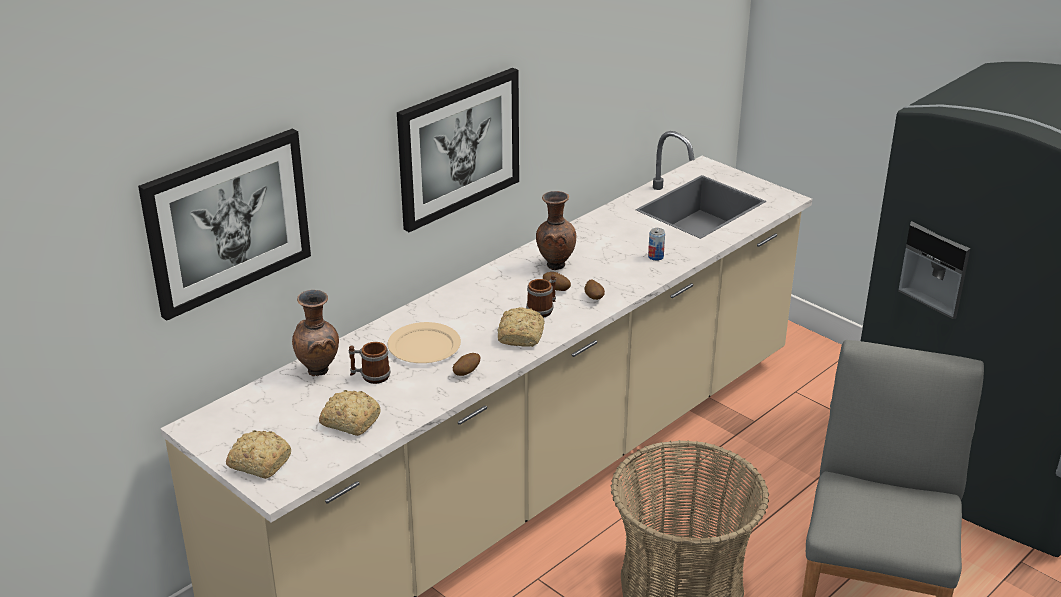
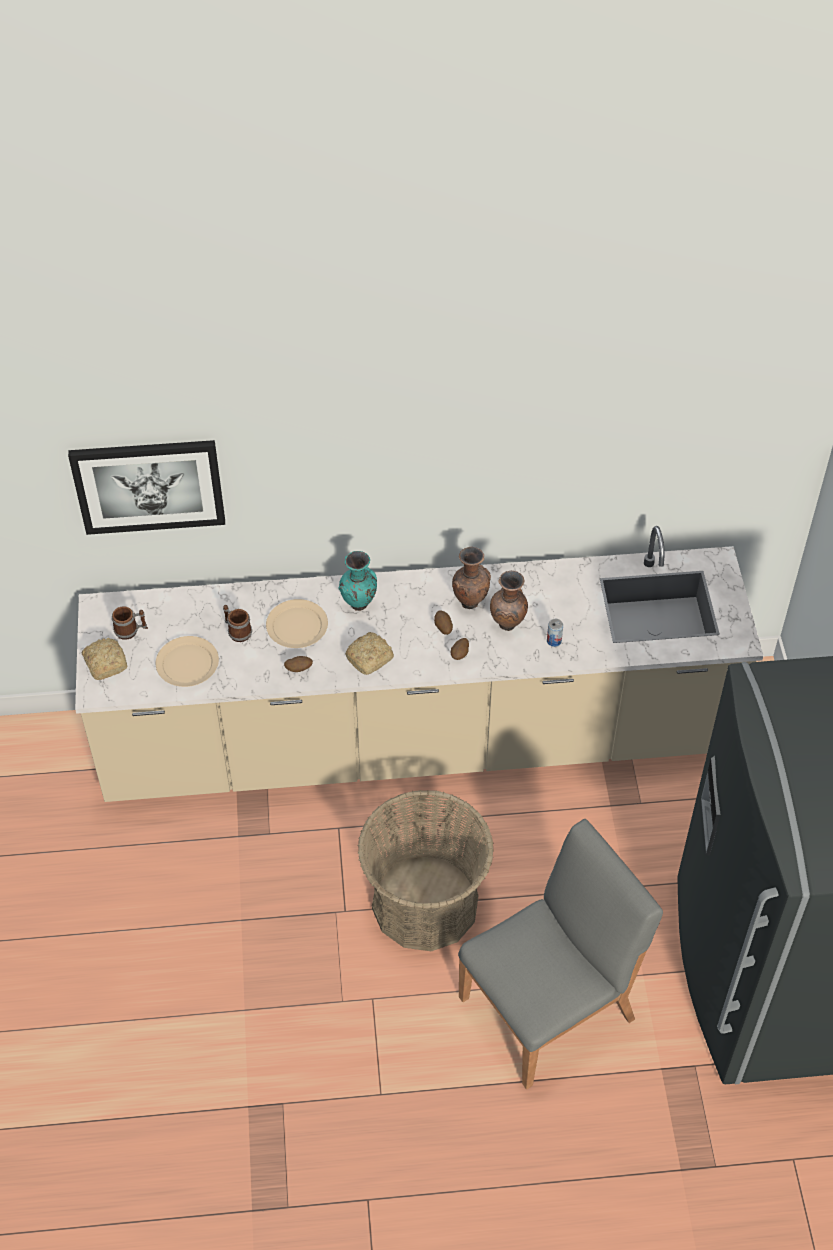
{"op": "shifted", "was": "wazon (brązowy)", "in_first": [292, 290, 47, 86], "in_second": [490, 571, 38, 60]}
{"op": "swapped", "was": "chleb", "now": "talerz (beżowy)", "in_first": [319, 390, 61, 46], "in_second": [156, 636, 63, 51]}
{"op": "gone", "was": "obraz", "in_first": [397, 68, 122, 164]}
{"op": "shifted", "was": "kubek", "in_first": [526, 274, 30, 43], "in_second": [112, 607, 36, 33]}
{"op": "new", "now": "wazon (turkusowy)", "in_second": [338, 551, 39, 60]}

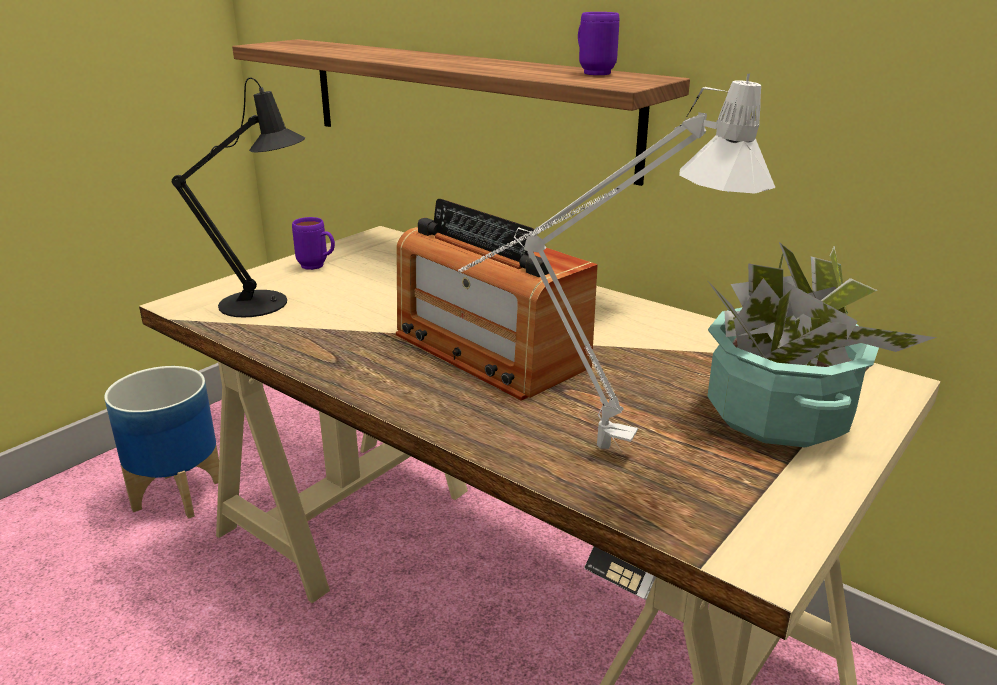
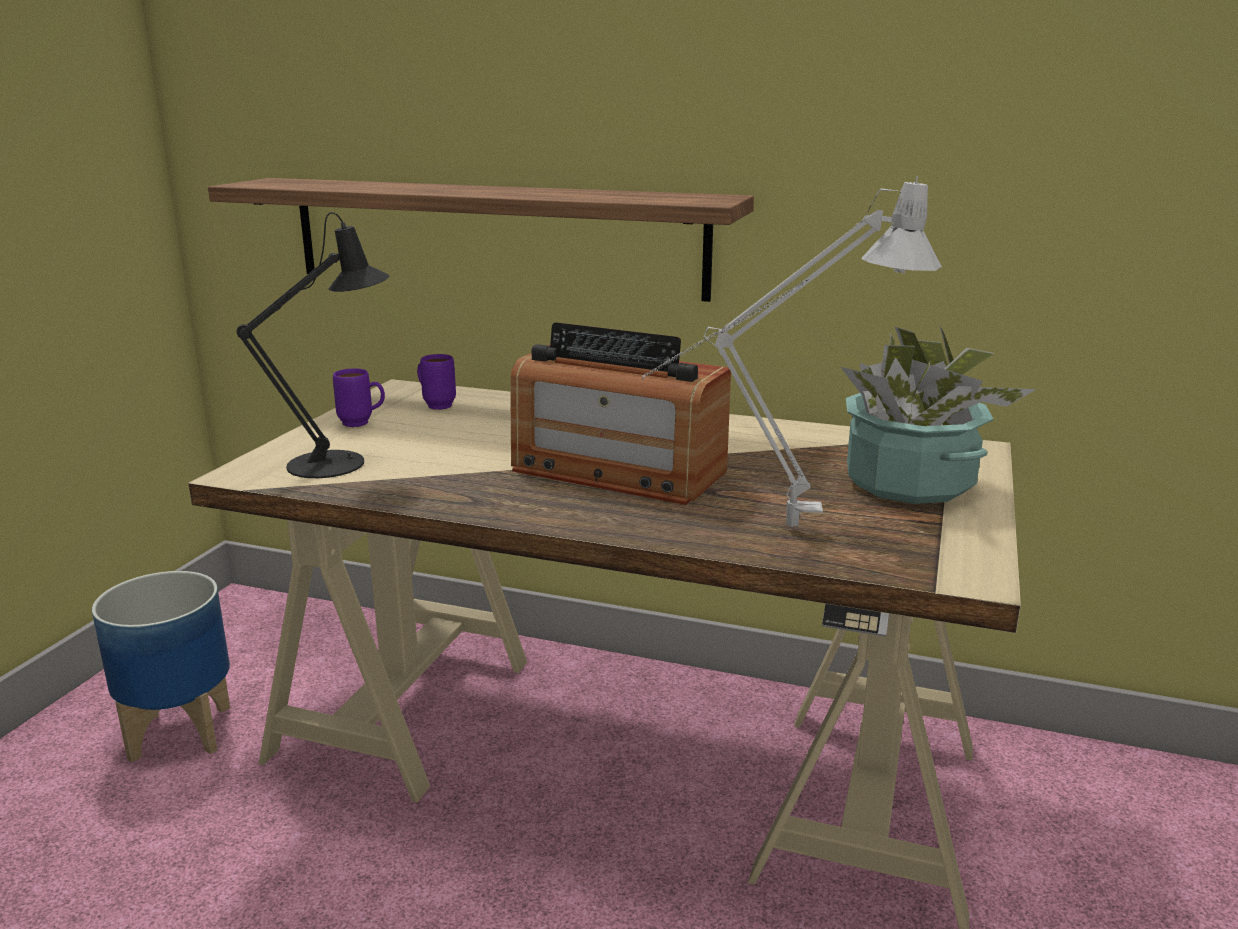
{"op": "shifted", "was": "kubek (fioletowy)", "in_first": [578, 12, 41, 63], "in_second": [417, 354, 39, 56]}

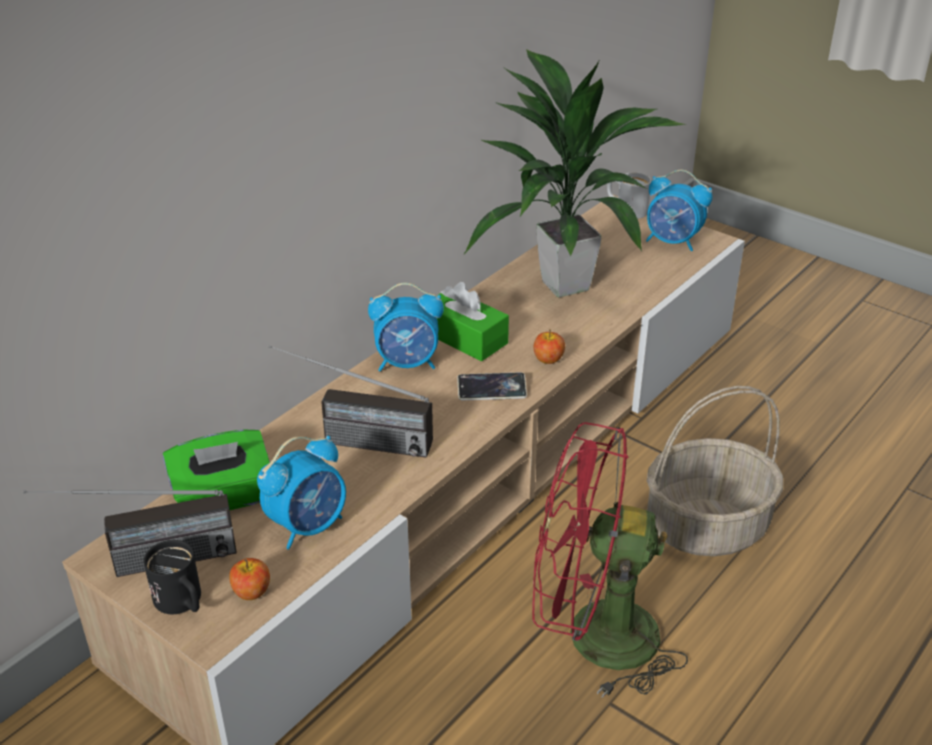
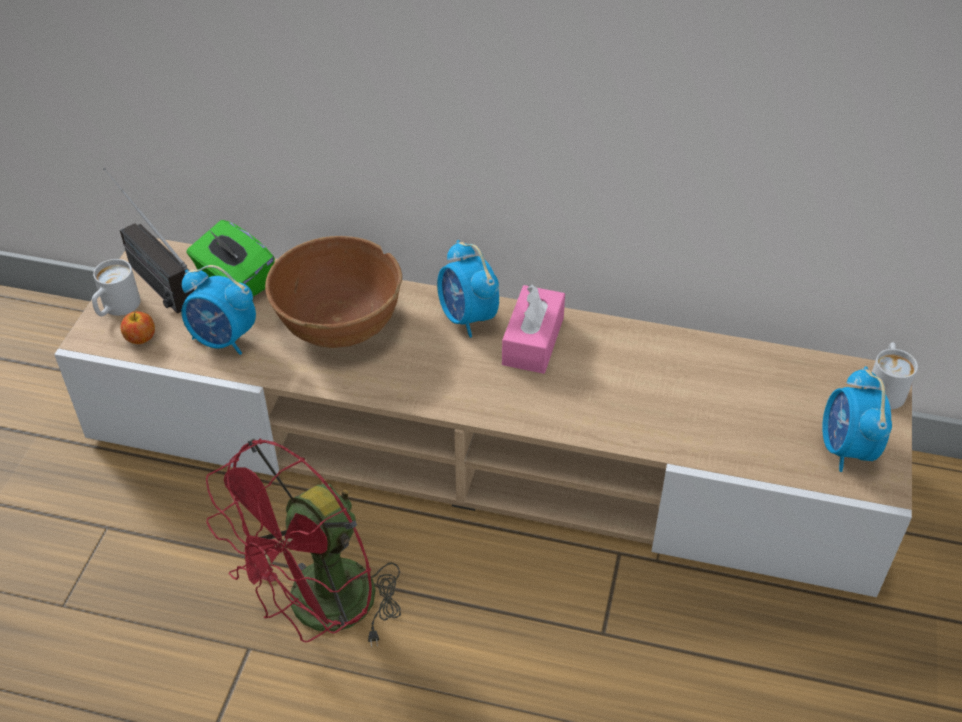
{"op": "repainted", "was": "kubek (czarny)", "now": "kubek (biały)", "in_first": [144, 540, 57, 74], "in_second": [92, 259, 48, 57]}
{"op": "swapped", "was": "radio", "now": "miska (brązowy)", "in_first": [269, 345, 164, 113], "in_second": [265, 236, 137, 112]}
{"op": "repainted", "was": "pudełko chusteczek (zielony)", "now": "pudełko chusteczek (różowy)", "in_first": [437, 282, 72, 80], "in_second": [502, 284, 63, 90]}
{"op": "gone", "was": "telefon", "in_first": [457, 372, 70, 28]}
{"op": "gone", "was": "roślina doniczkowa", "in_first": [464, 49, 223, 248]}
{"op": "rotated", "was": "wentylator (czerwony)", "in_first": [532, 422, 156, 276], "in_second": [206, 438, 195, 209], "clockwise": -120}
{"op": "gone", "was": "jabłko", "in_first": [534, 329, 31, 35]}
{"op": "gone", "was": "koszyk", "in_first": [647, 386, 136, 170]}

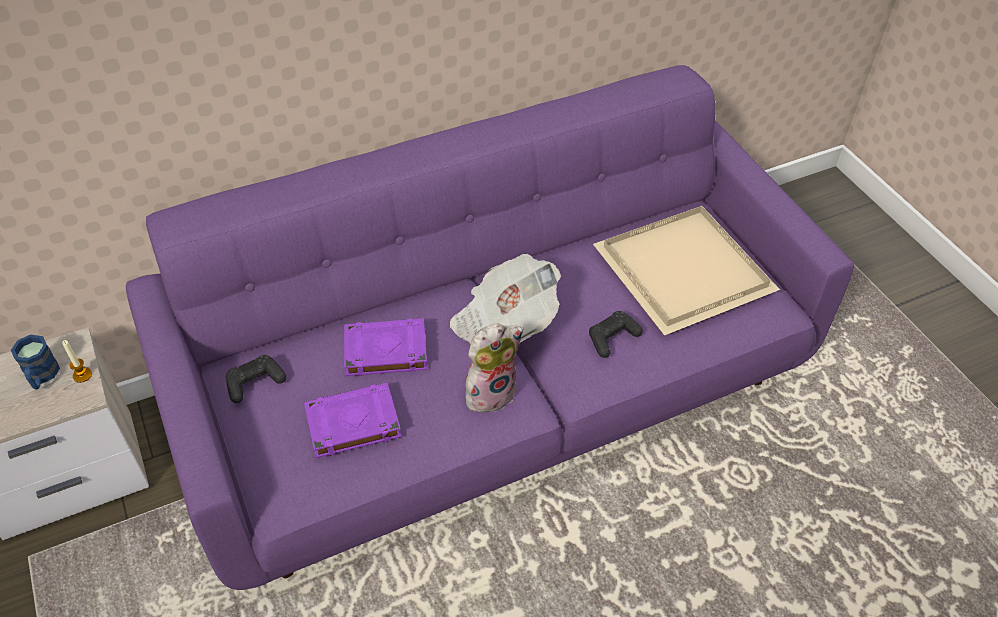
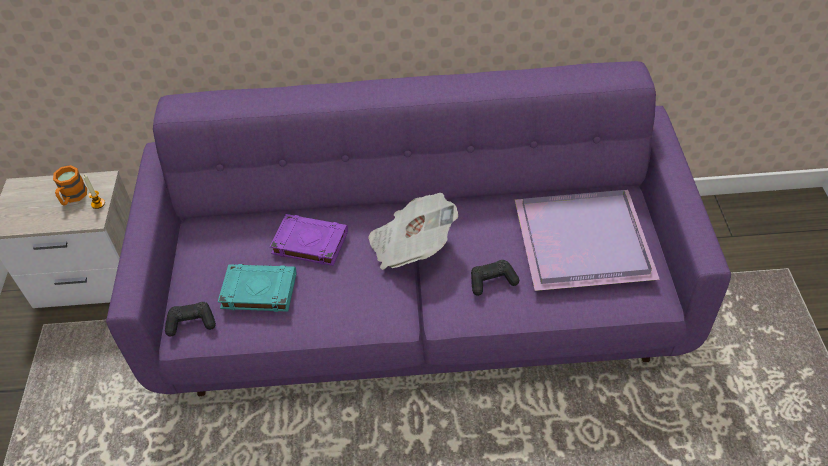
{"op": "repainted", "was": "kubek (niebieski)", "now": "kubek (pomarańczowy)", "in_first": [11, 335, 49, 54], "in_second": [53, 165, 34, 41]}
{"op": "shifted", "was": "pad do gier (czarny)", "in_first": [226, 355, 60, 48], "in_second": [165, 302, 51, 35]}
{"op": "repainted", "was": "książka (fioletowy)", "now": "książka (turkusowy)", "in_first": [304, 383, 98, 75], "in_second": [218, 264, 78, 48]}
{"op": "gone", "was": "pluszak", "in_first": [465, 323, 59, 90]}
{"op": "repainted", "was": "taca (beżowy)", "now": "taca (fioletowy)", "in_first": [593, 206, 187, 130], "in_second": [515, 190, 145, 101]}

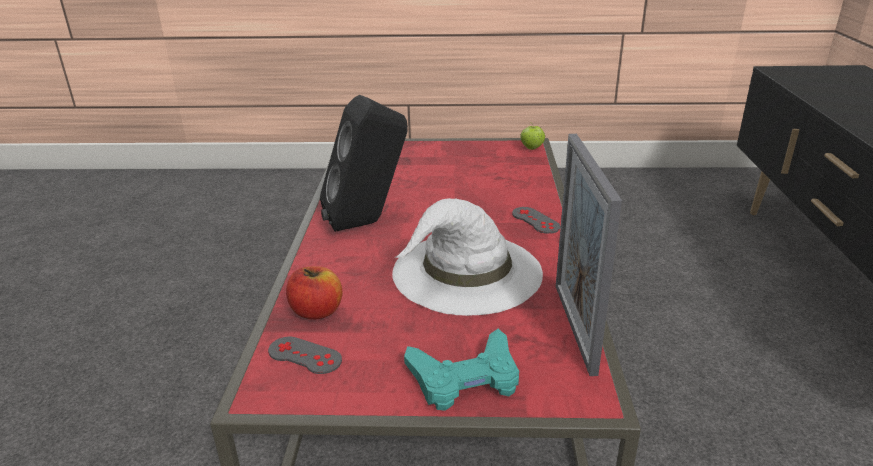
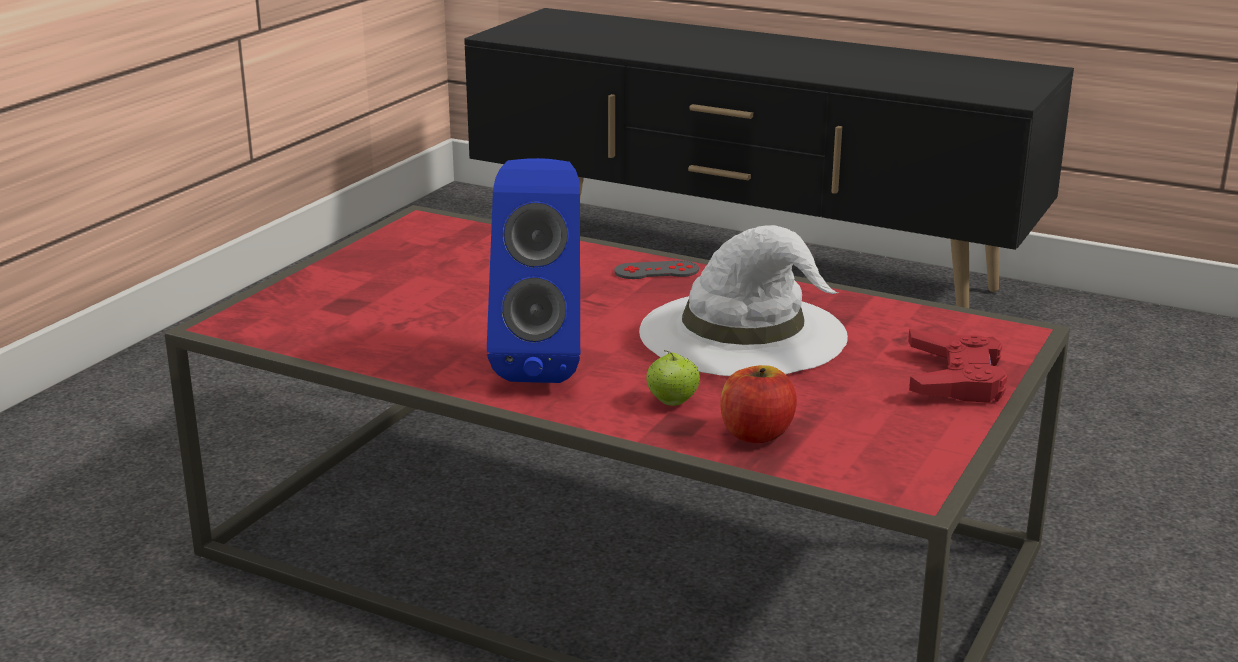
{"op": "gone", "was": "pad do gier (szary)", "in_first": [268, 337, 74, 37]}
{"op": "repainted", "was": "głośnik (czarny)", "now": "głośnik (niebieski)", "in_first": [320, 95, 88, 137], "in_second": [487, 158, 93, 225]}
{"op": "repainted", "was": "pad do gier (turkusowy)", "now": "pad do gier (czerwony)", "in_first": [404, 329, 115, 82], "in_second": [908, 329, 99, 74]}
{"op": "shifted", "was": "jabłko", "in_first": [520, 122, 25, 28], "in_second": [646, 350, 54, 56]}
{"op": "gone", "was": "ramka na zdjęcie", "in_first": [556, 134, 66, 242]}

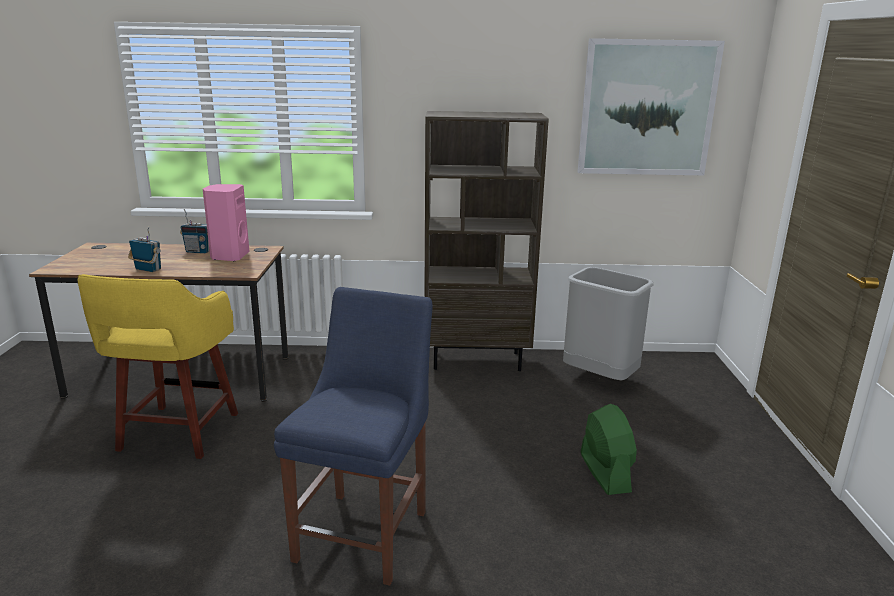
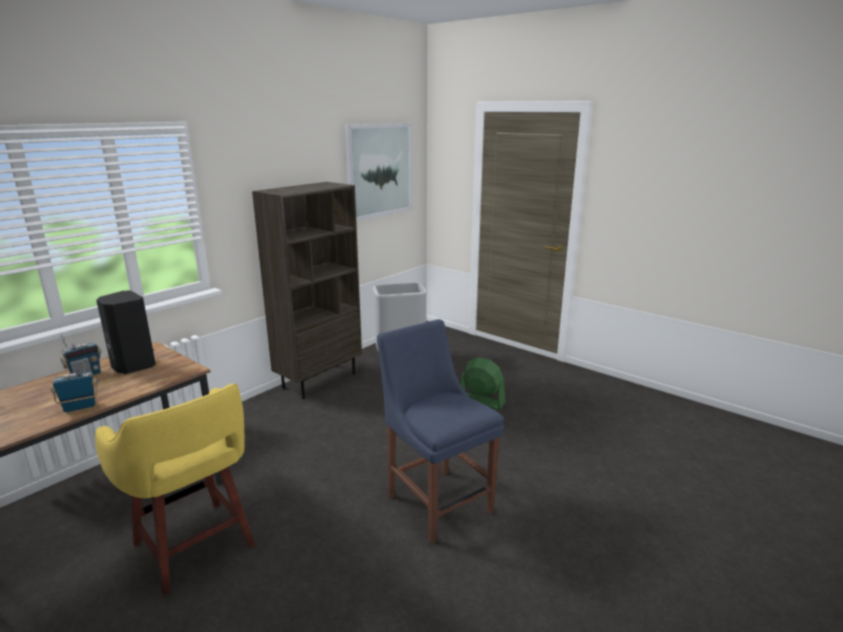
{"op": "repainted", "was": "głośnik (różowy)", "now": "głośnik (czarny)", "in_first": [203, 184, 46, 77], "in_second": [96, 290, 60, 84]}

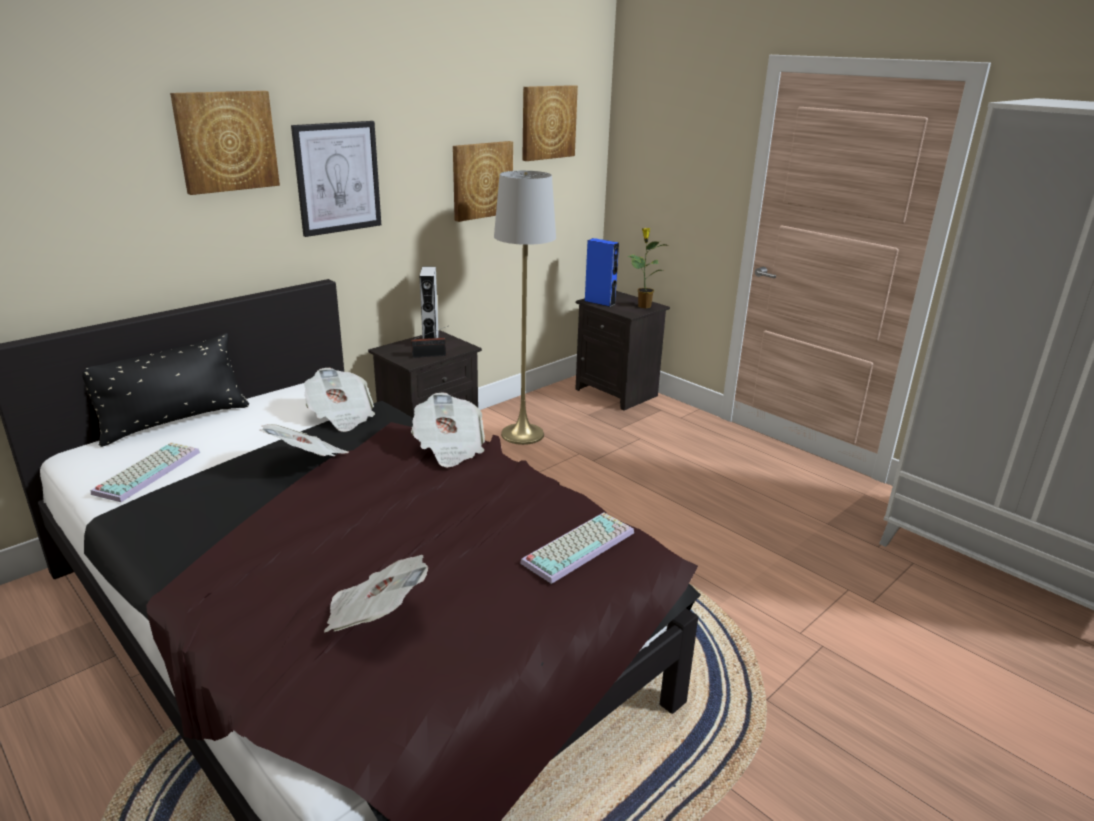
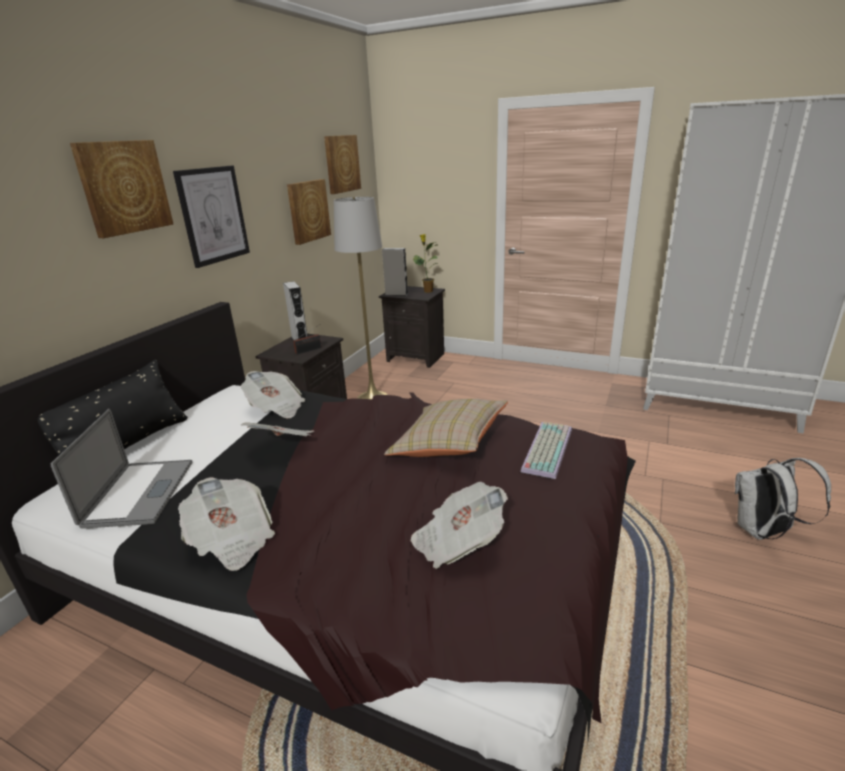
{"op": "swapped", "was": "klawiatura", "now": "laptop", "in_first": [91, 442, 109, 60], "in_second": [51, 409, 142, 120]}
{"op": "shifted", "was": "gazeta", "in_first": [411, 393, 74, 75], "in_second": [178, 477, 97, 94]}
{"op": "repainted", "was": "głośnik (niebieski)", "now": "głośnik (szary)", "in_first": [585, 238, 34, 69], "in_second": [382, 248, 26, 48]}
{"op": "new", "now": "poduszka (beżowy)", "in_second": [384, 399, 124, 58]}
{"op": "new", "now": "plecak (biały)", "in_second": [735, 458, 96, 82]}

